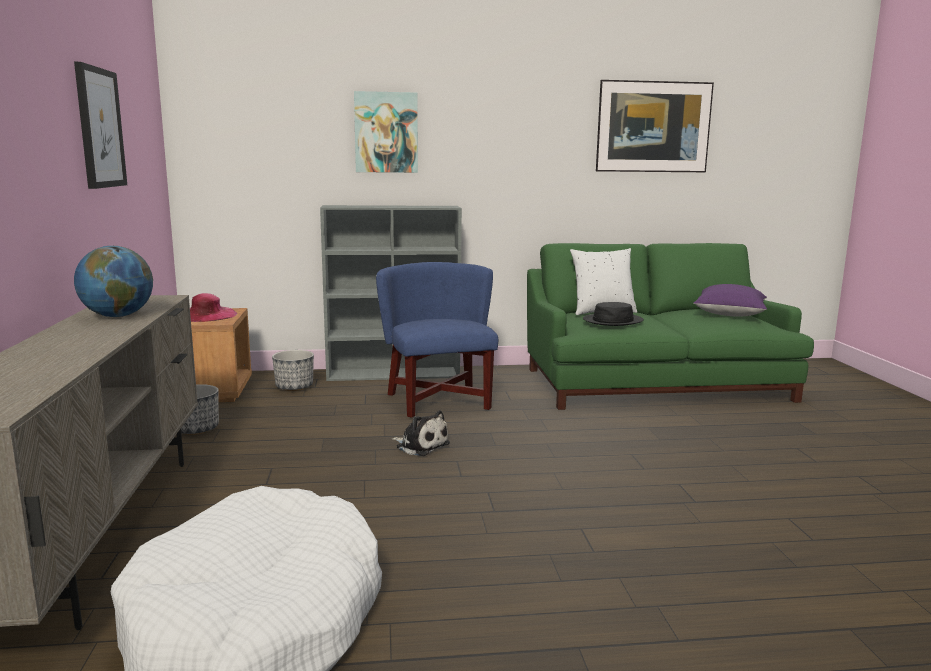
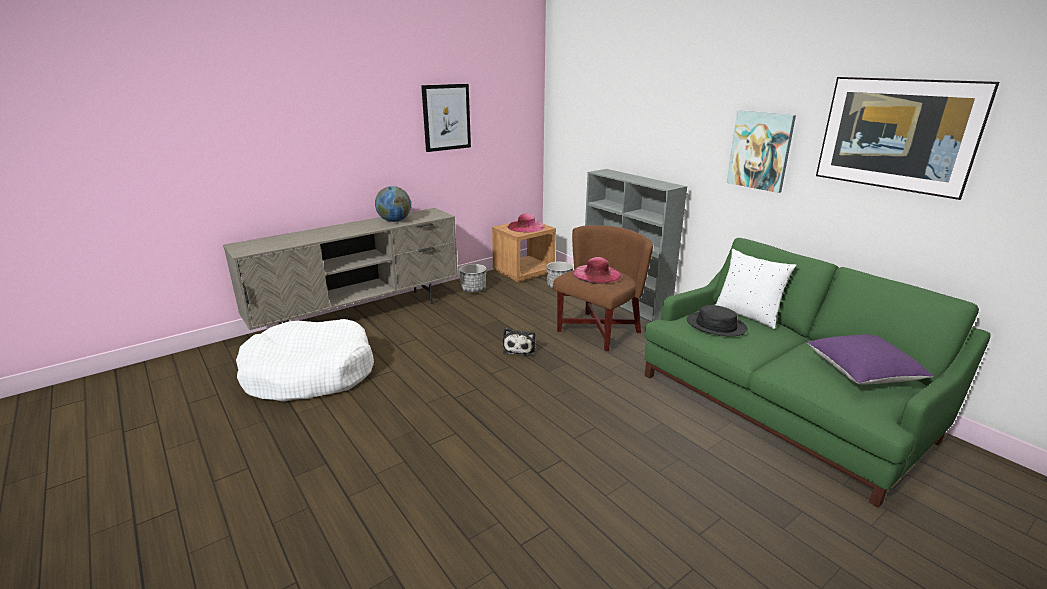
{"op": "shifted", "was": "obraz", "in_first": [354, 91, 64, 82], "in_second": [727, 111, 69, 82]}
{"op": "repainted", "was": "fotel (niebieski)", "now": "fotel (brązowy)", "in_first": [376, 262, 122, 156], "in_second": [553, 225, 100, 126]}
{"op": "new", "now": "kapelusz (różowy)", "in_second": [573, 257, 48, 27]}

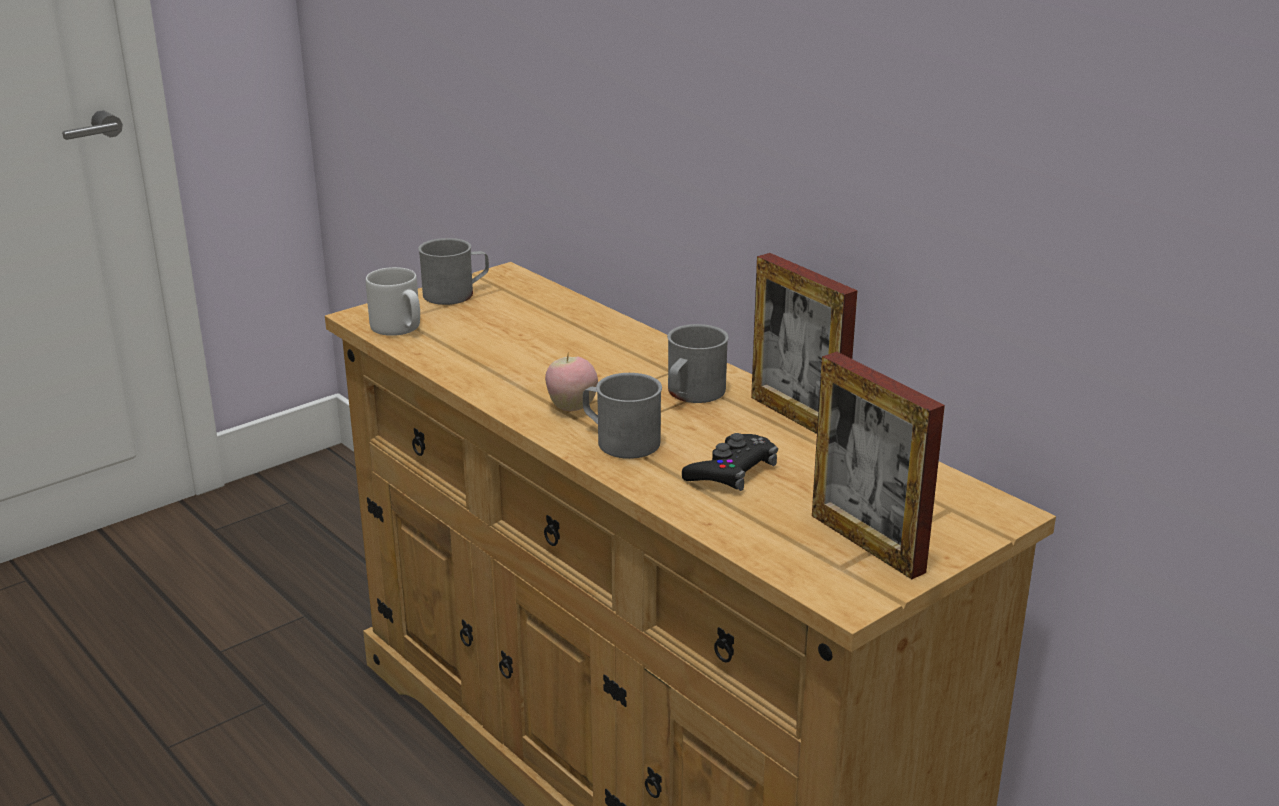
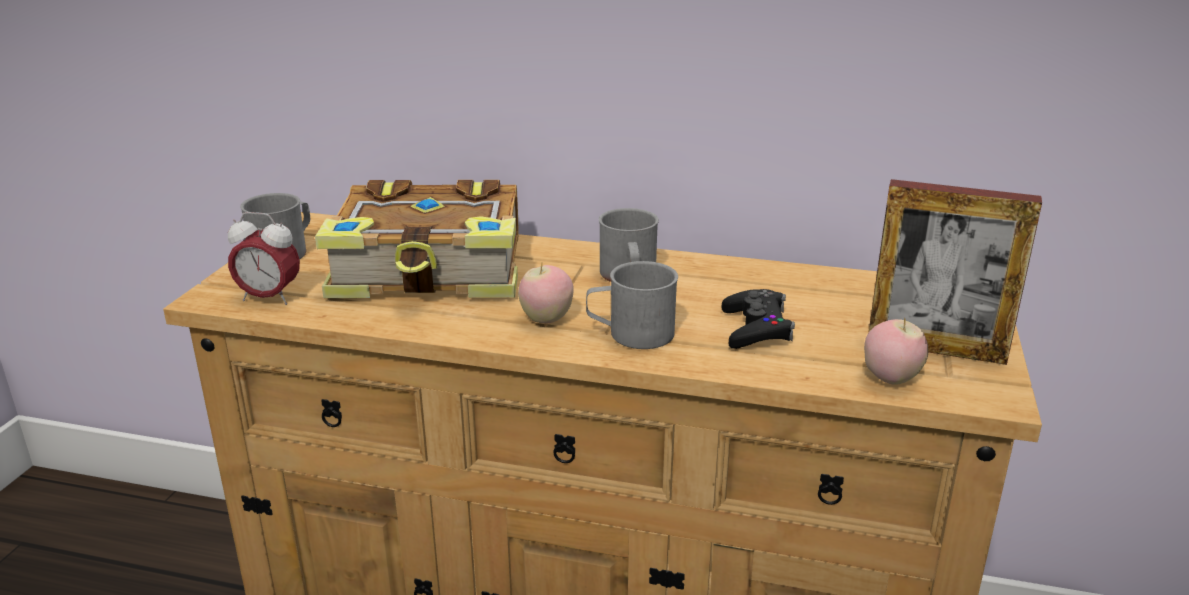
{"op": "swapped", "was": "kubek (szary)", "now": "budzik", "in_first": [366, 267, 54, 69], "in_second": [228, 212, 72, 93]}
{"op": "gone", "was": "ramka na zdjęcie", "in_first": [751, 253, 107, 181]}
{"op": "new", "now": "książka", "in_second": [315, 180, 204, 118]}
{"op": "new", "now": "jabłko", "in_second": [864, 318, 64, 67]}

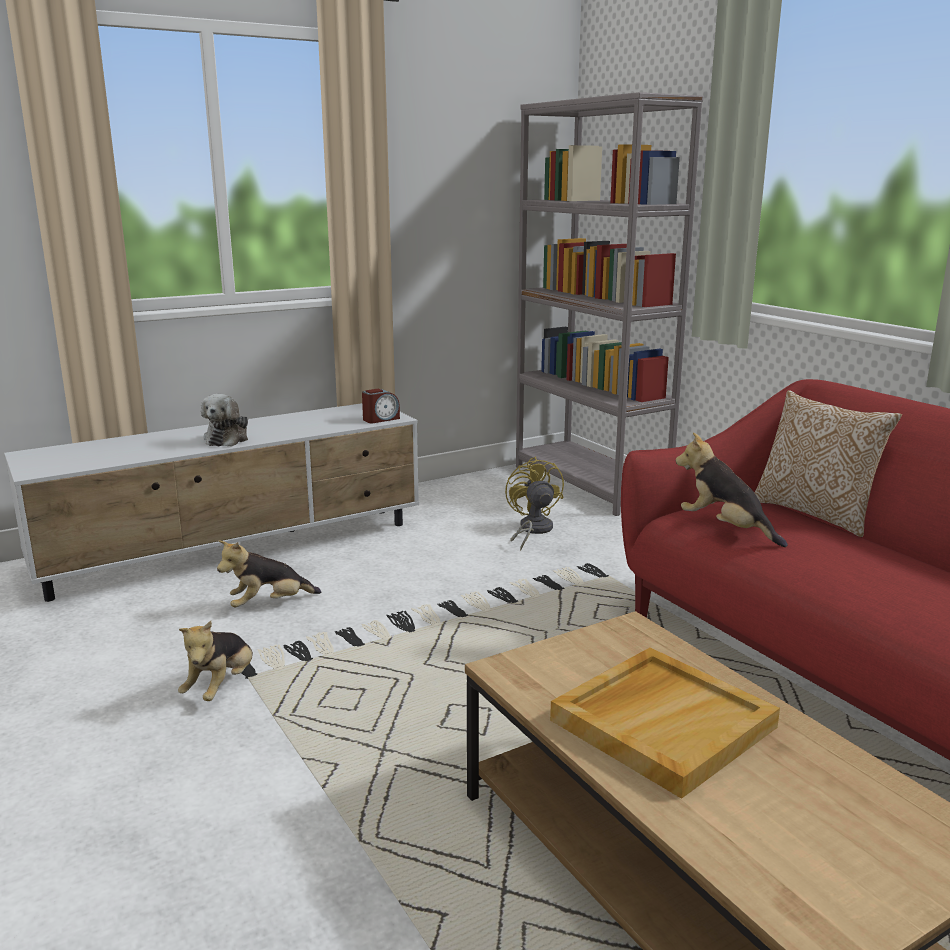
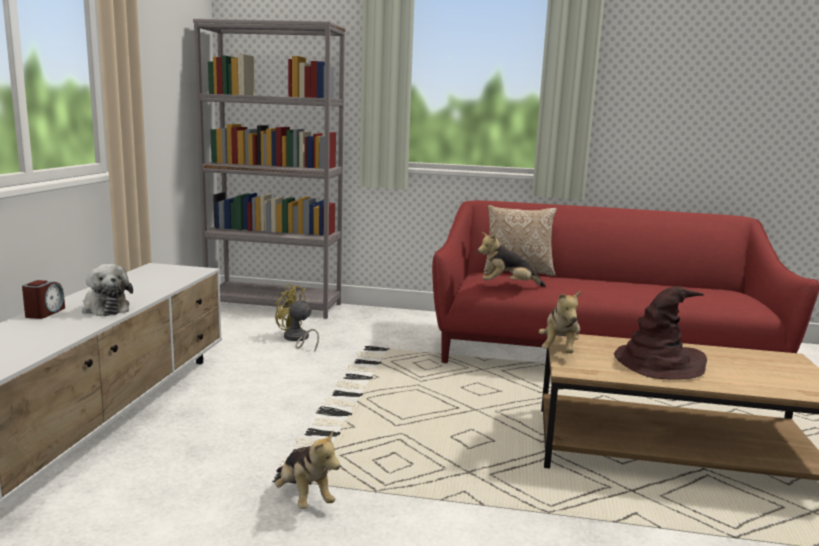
{"op": "shifted", "was": "pluszak", "in_first": [217, 540, 105, 68], "in_second": [539, 290, 42, 63]}
{"op": "shifted", "was": "budzik", "in_first": [362, 388, 38, 35], "in_second": [22, 280, 43, 39]}
{"op": "swapped", "was": "taca (beżowy)", "now": "kapelusz (brązowy)", "in_first": [550, 648, 230, 151], "in_second": [614, 286, 93, 94]}

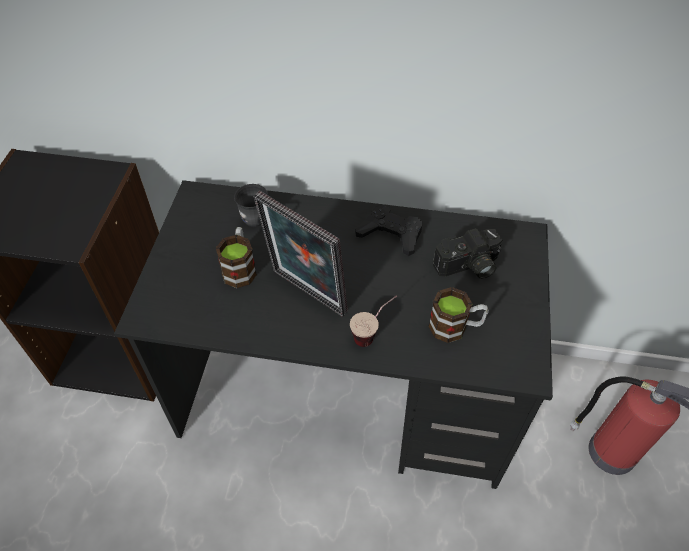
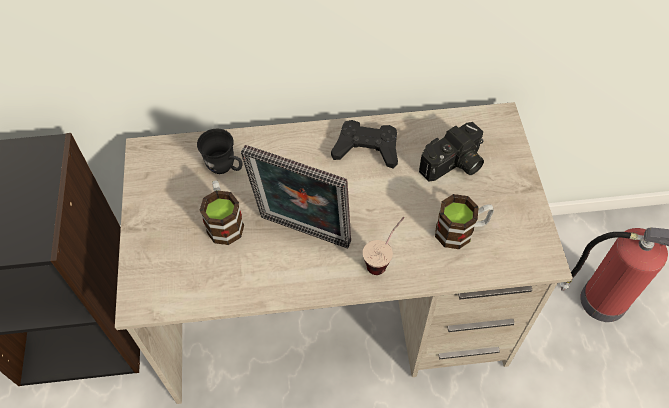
{"op": "repainted", "was": "biurko (czarny)", "now": "biurko (beżowy)", "in_first": [114, 180, 439, 309], "in_second": [115, 102, 458, 302]}

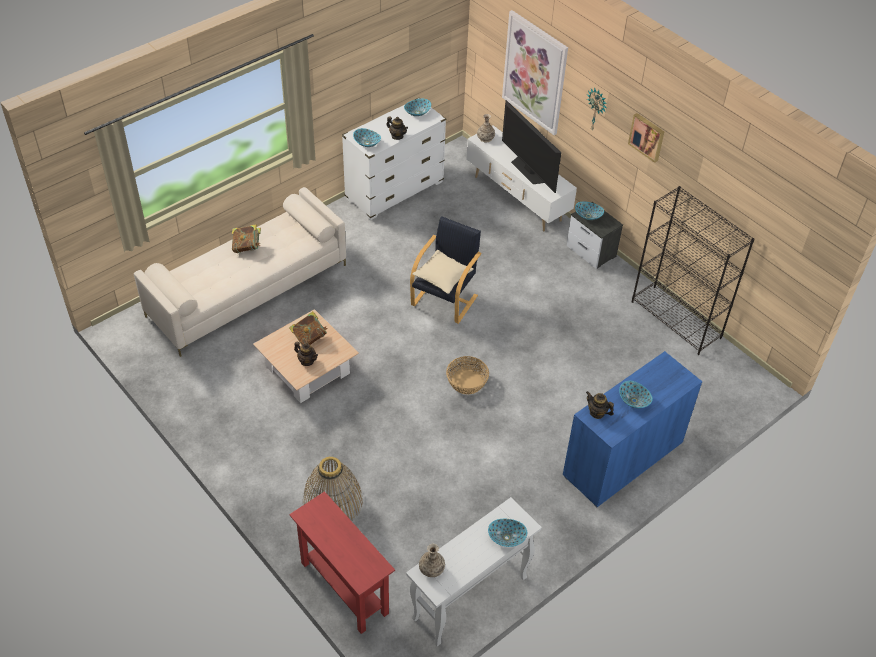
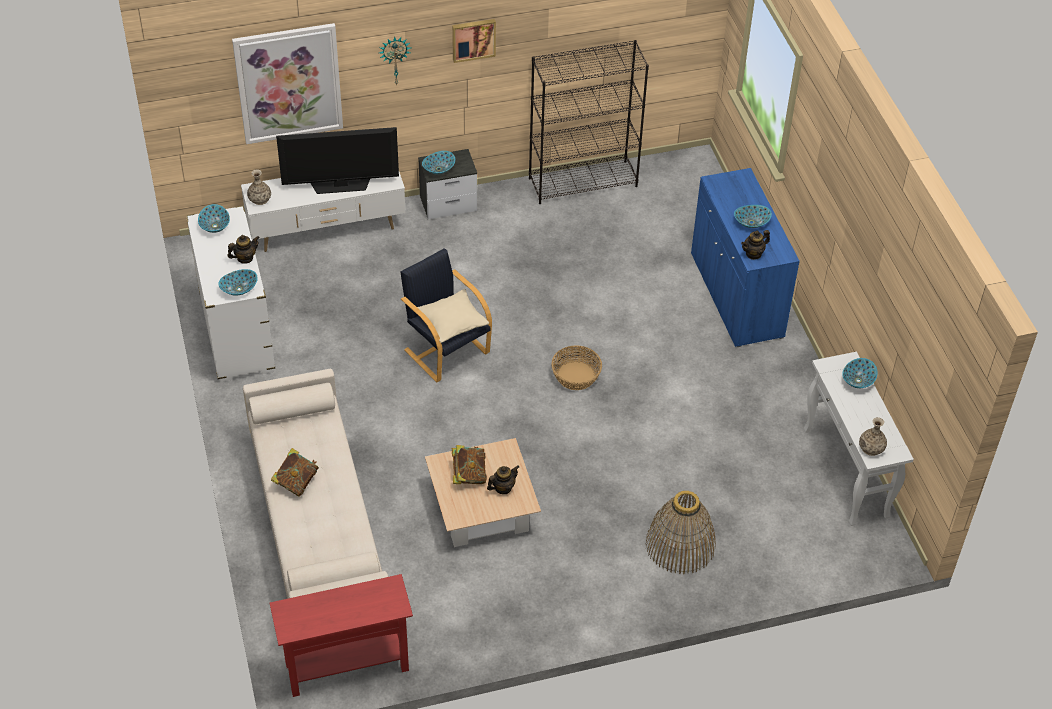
{"op": "shifted", "was": "stolik konsolowy (czerwony)", "in_first": [289, 491, 106, 143], "in_second": [270, 574, 143, 123]}

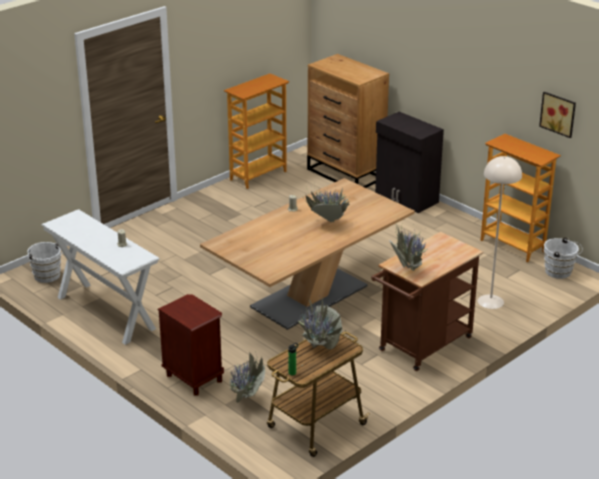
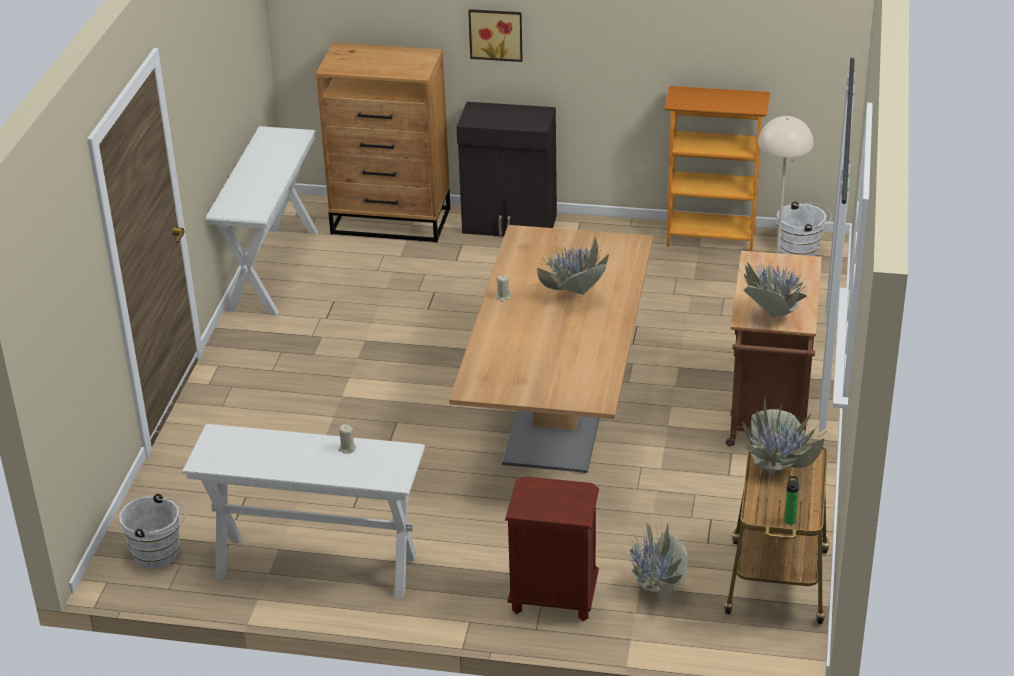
{"op": "swapped", "was": "regał", "now": "stolik konsolowy (biały)", "in_first": [224, 74, 65, 115], "in_second": [205, 126, 113, 190]}
{"op": "shifted", "was": "obraz", "in_first": [539, 92, 37, 46], "in_second": [468, 9, 55, 53]}

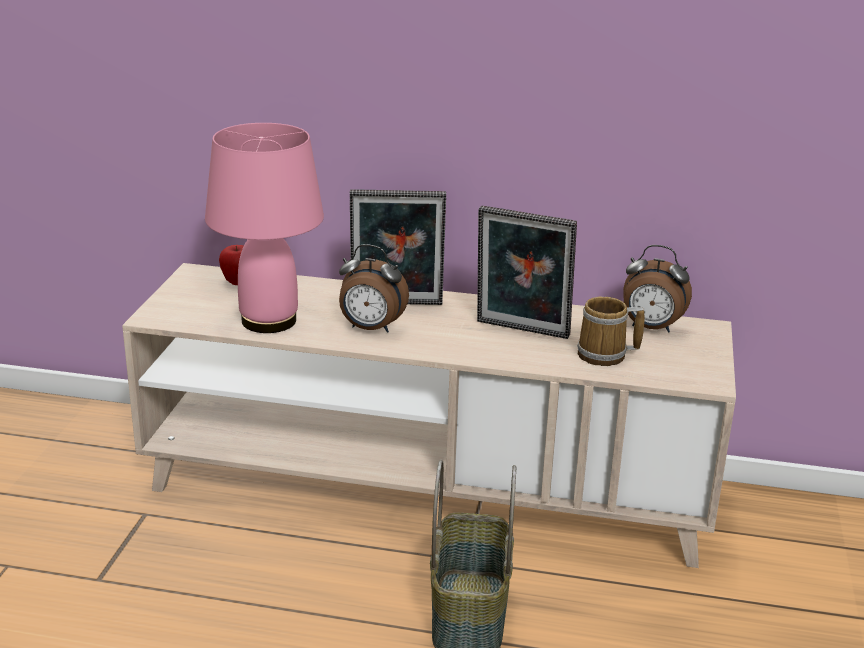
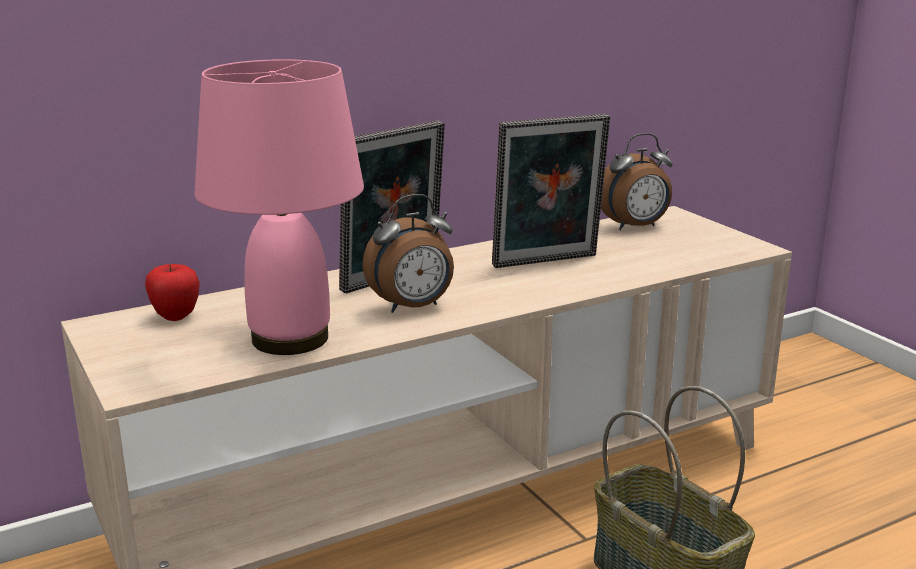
{"op": "gone", "was": "kubek", "in_first": [577, 297, 68, 69]}

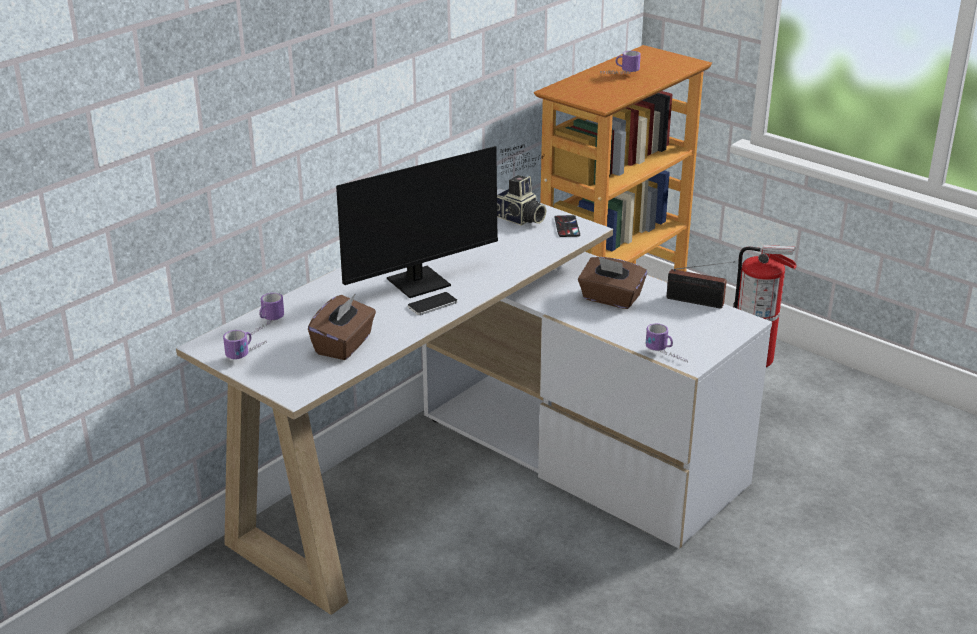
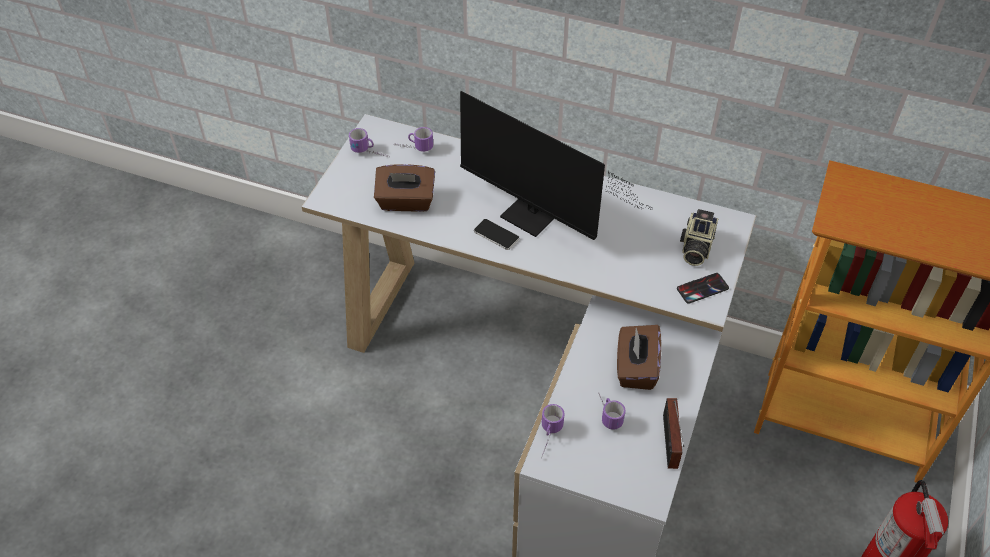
{"op": "shifted", "was": "kubek", "in_first": [600, 51, 41, 23], "in_second": [598, 393, 27, 37]}

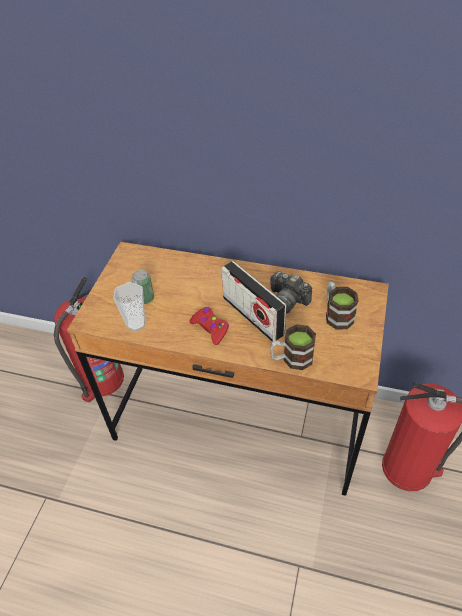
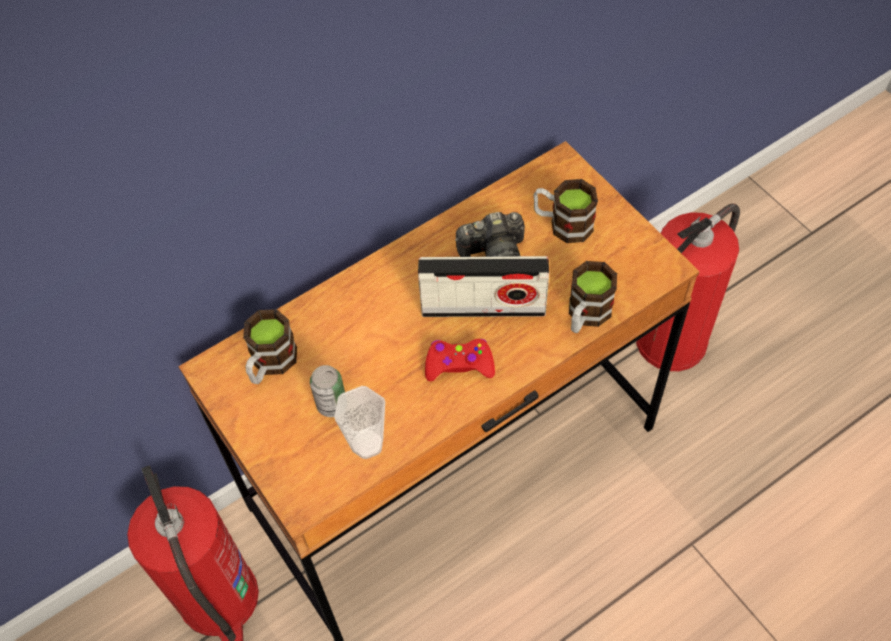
{"op": "new", "now": "kubek", "in_second": [243, 309, 54, 75]}

